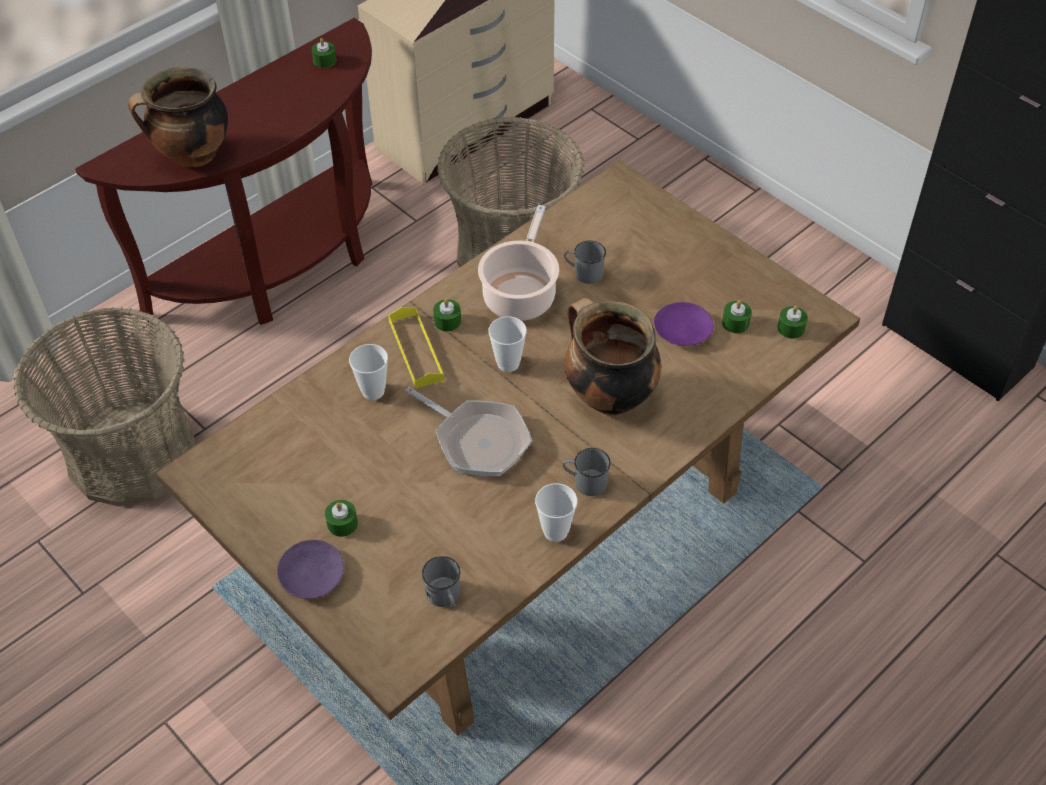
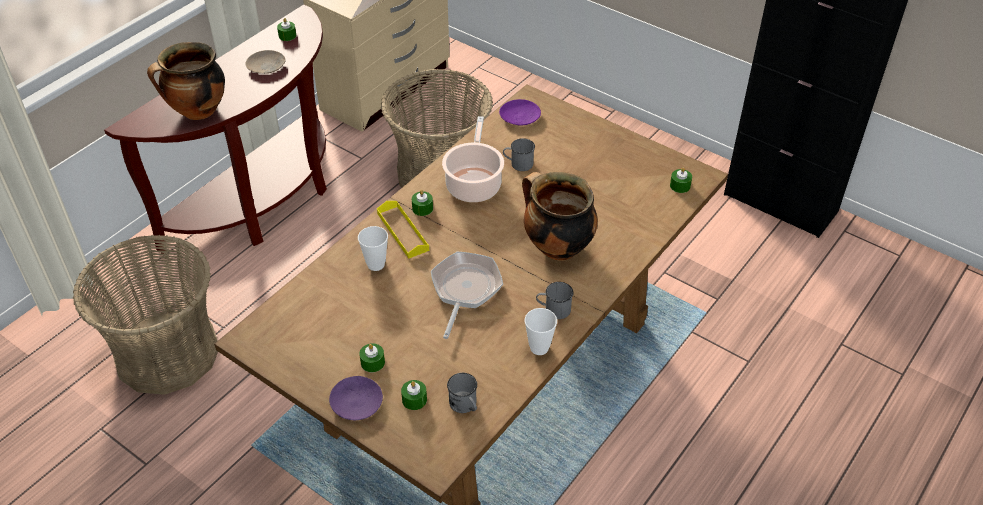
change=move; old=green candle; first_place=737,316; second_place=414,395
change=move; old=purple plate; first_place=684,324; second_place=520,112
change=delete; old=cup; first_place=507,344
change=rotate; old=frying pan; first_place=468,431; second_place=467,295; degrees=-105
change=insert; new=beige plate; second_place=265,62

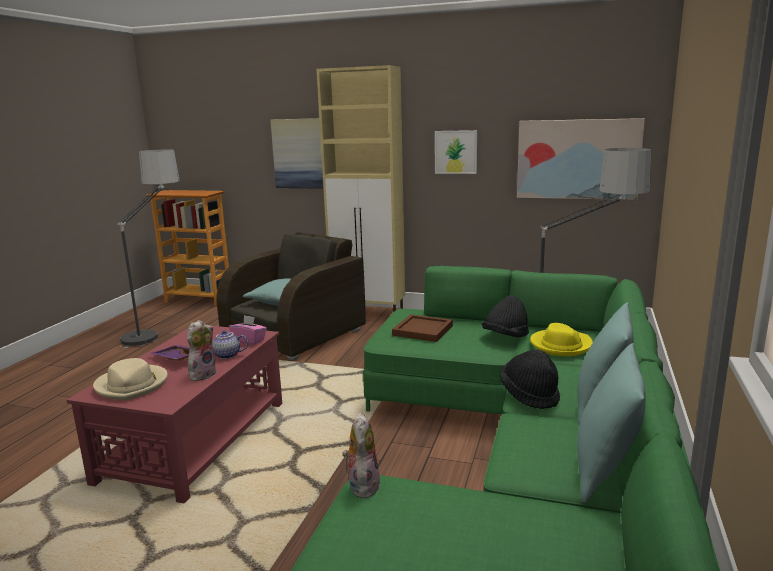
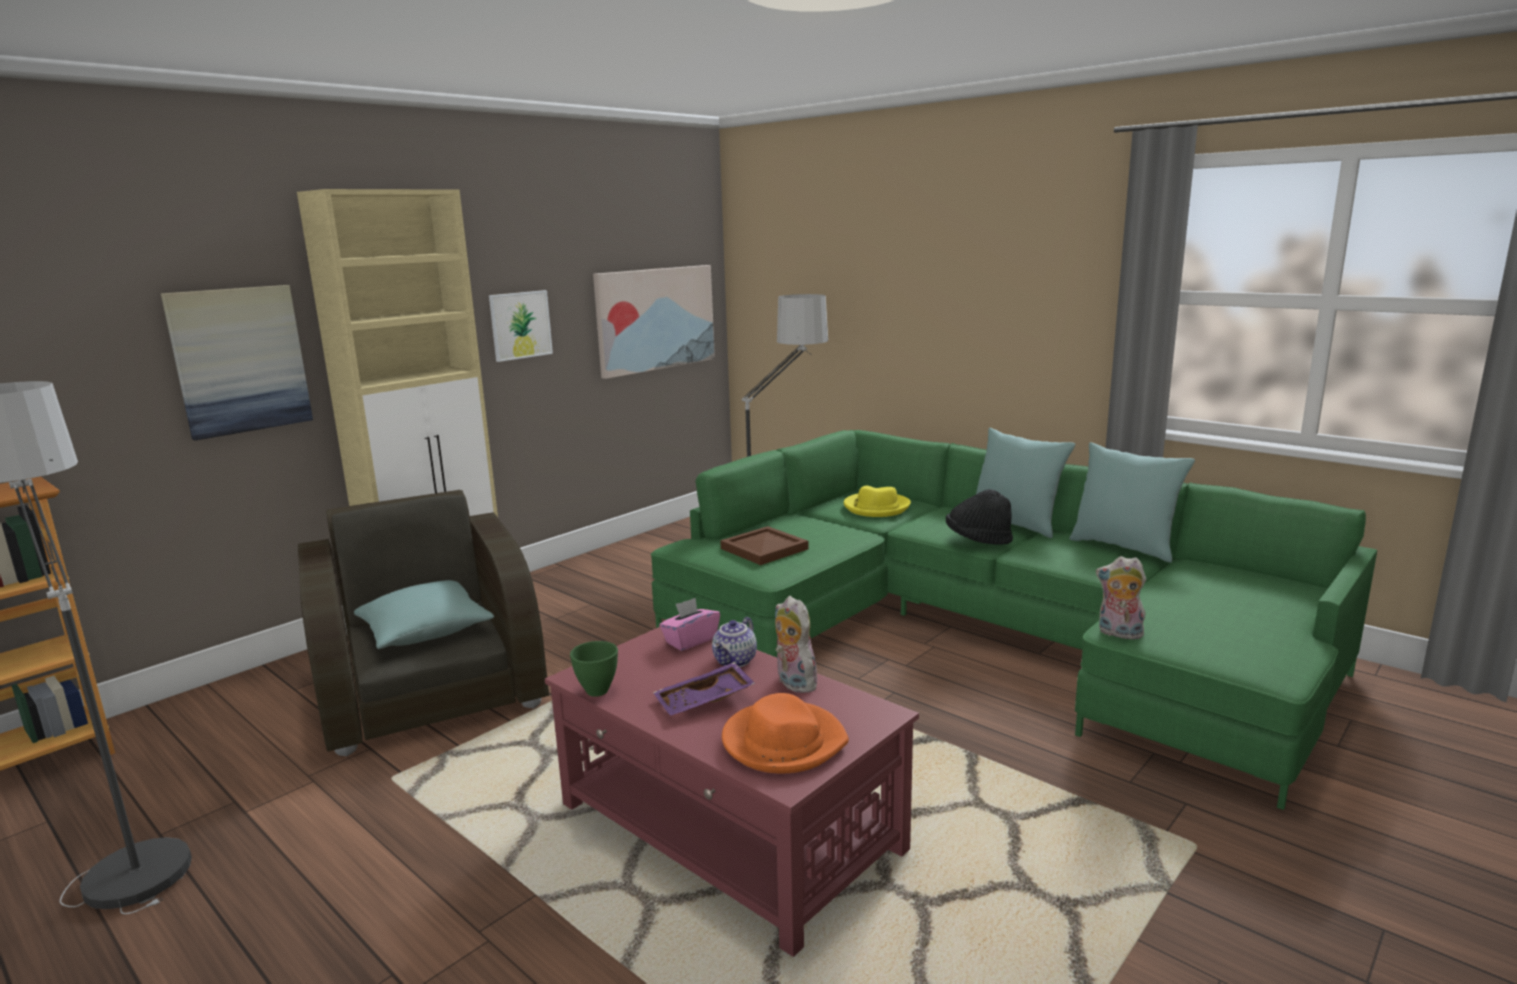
change=delete; old=black hat; first_place=505,316
change=recolor; old=beige hat; new=orange hat; first_place=130,379; second_place=785,733
change=insert; new=green bowl; second_place=594,669

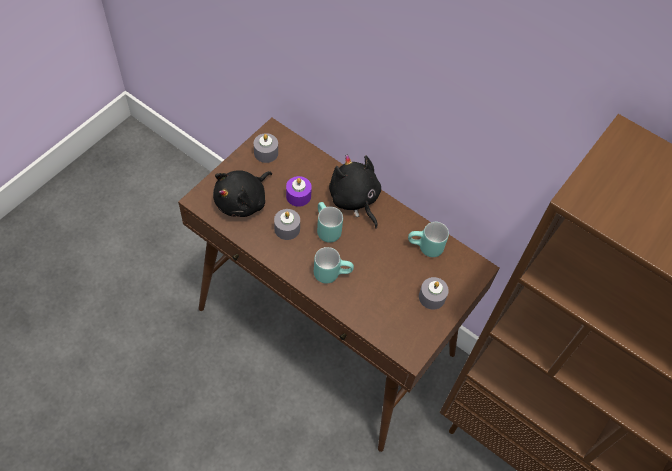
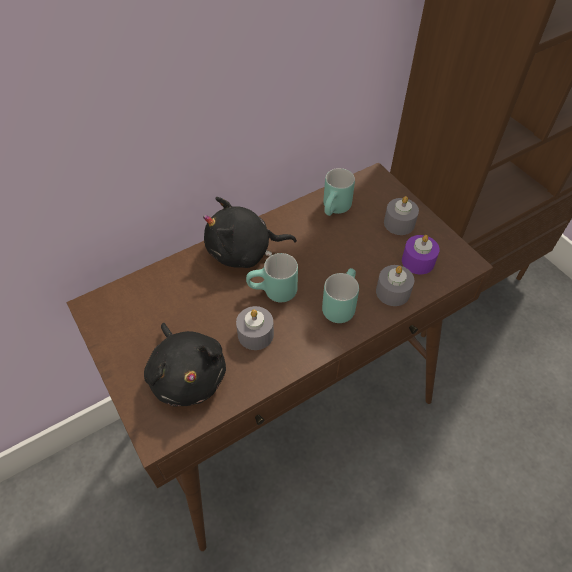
change=move; old=grey candle; first_place=266,148; second_place=395,285
change=move; old=purple candle; first_place=299,191; second_place=421,254

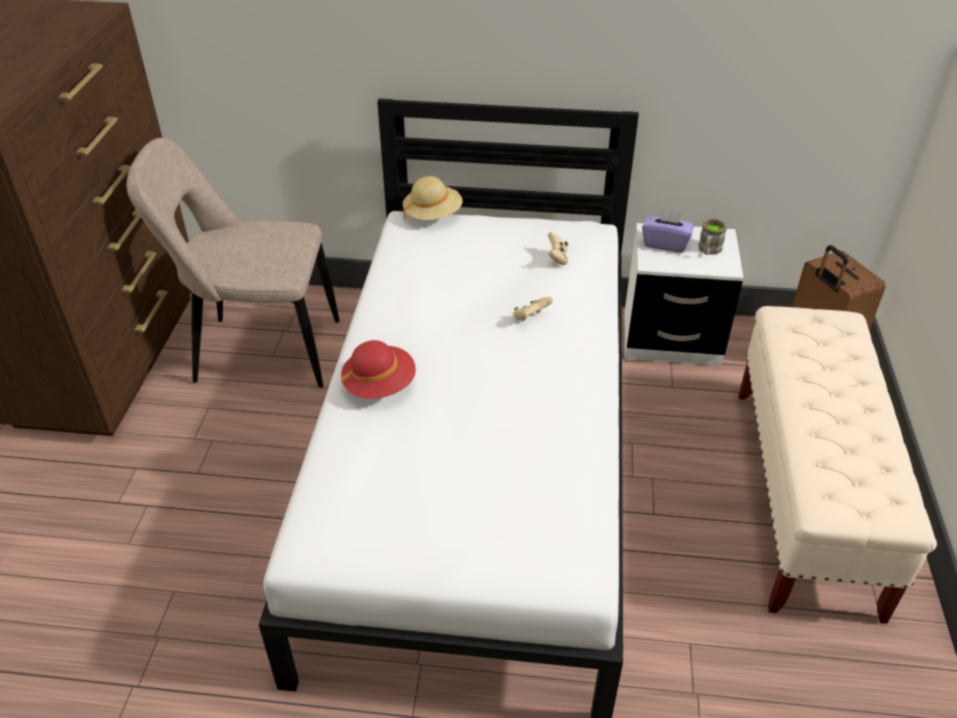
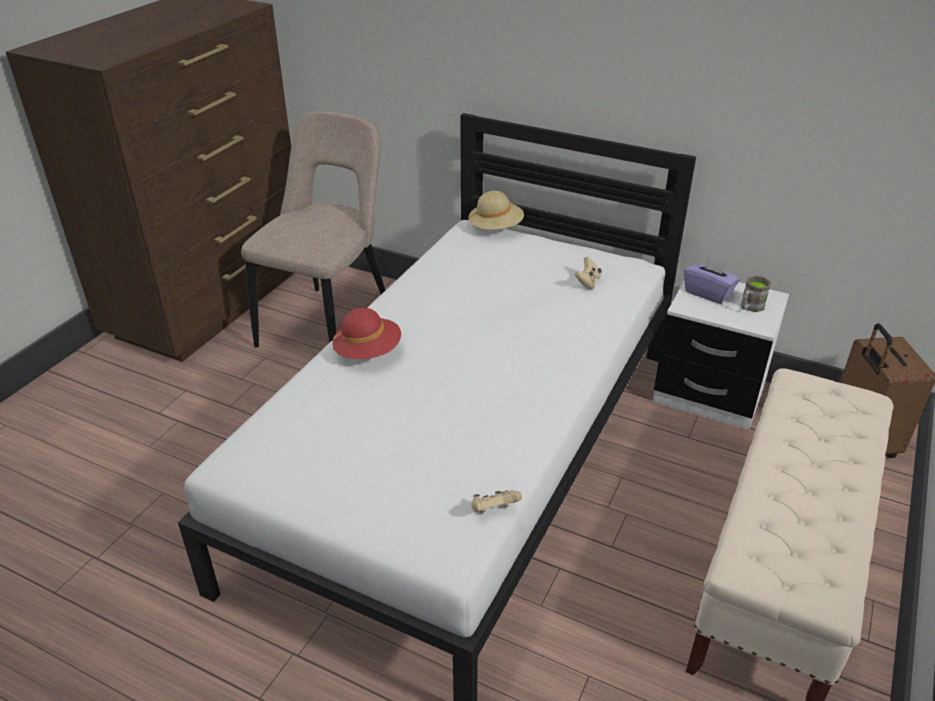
change=rotate; old=beige chair; first_place=233,263; second_place=313,229; degrees=90
change=move; old=beige game controller; first_place=533,309; second_place=496,501

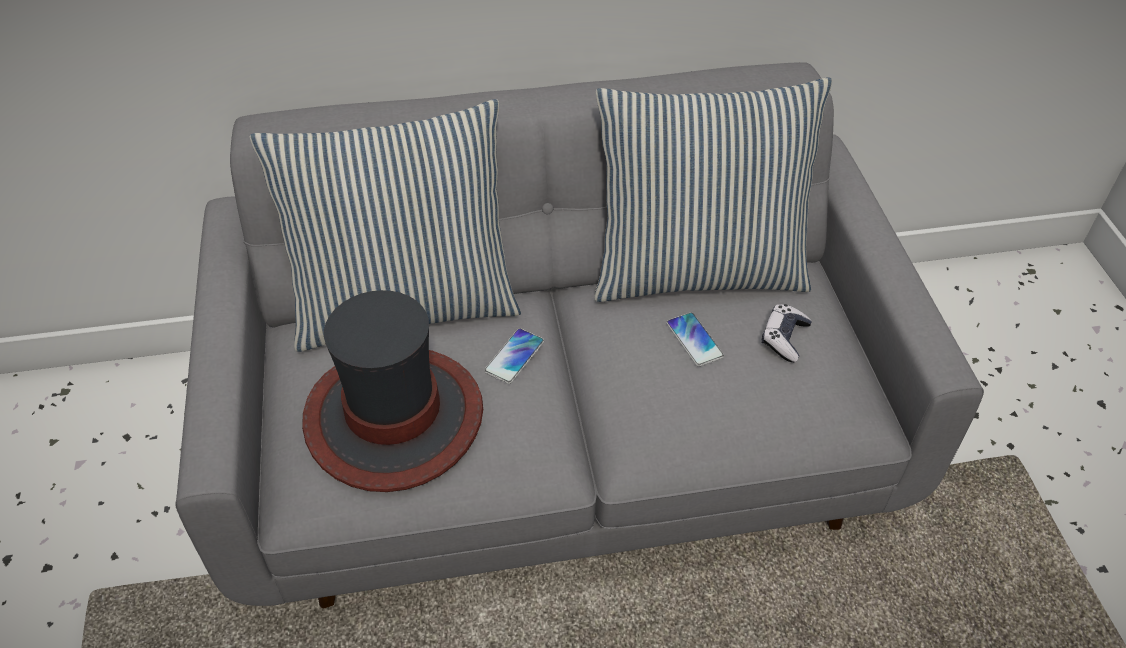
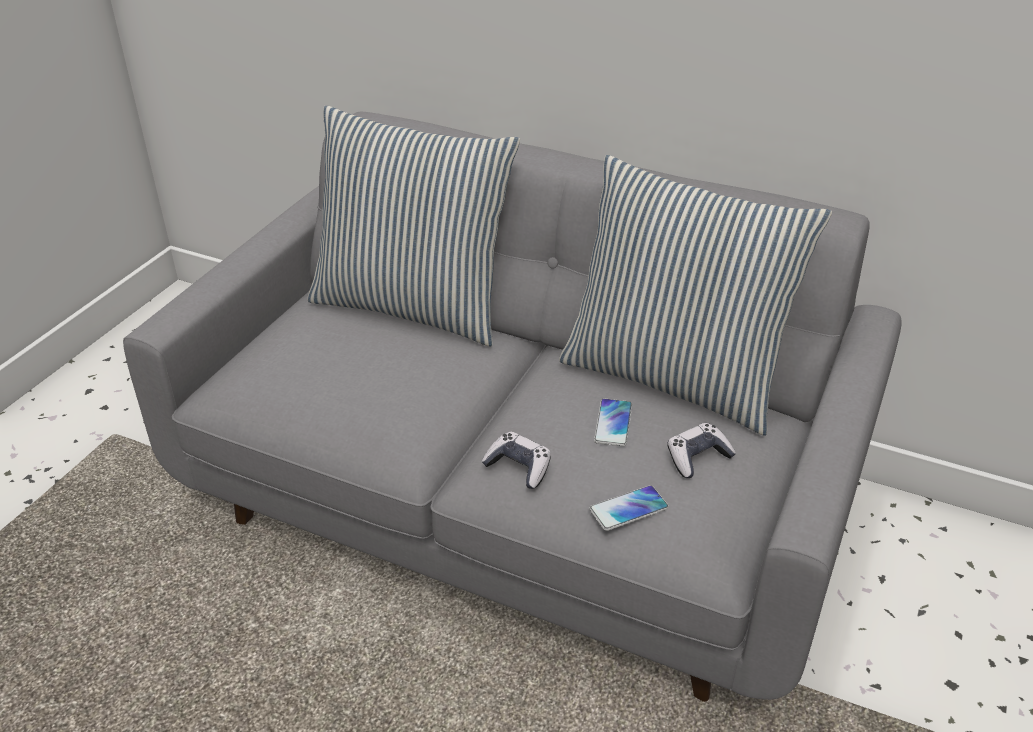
change=delete; old=hat; first_place=392,391
change=move; old=phone; first_place=514,356; second_place=629,508
change=insert; new=game controller; second_place=516,460

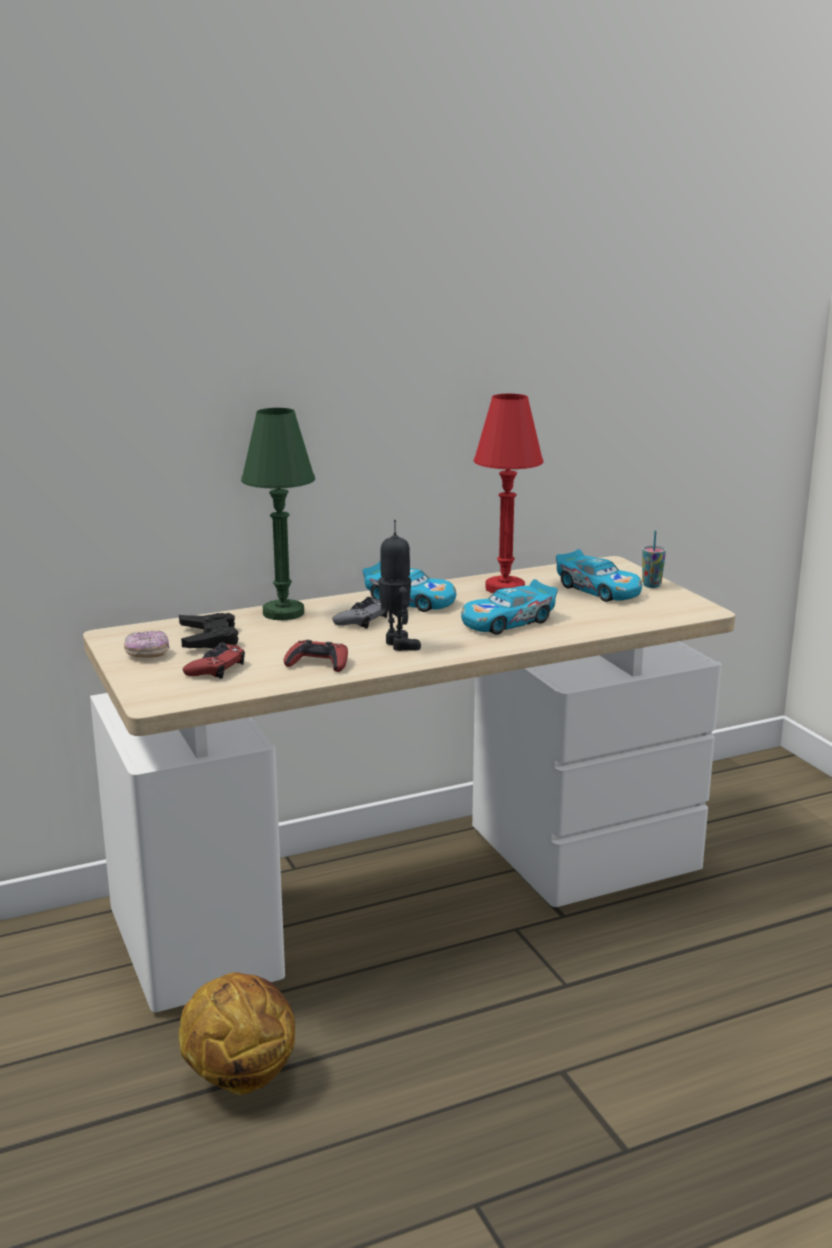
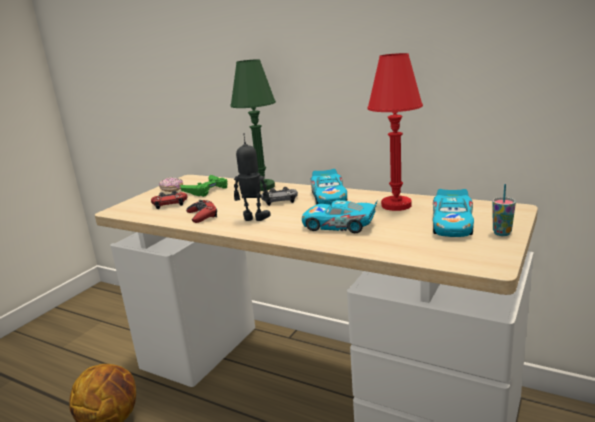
change=rotate; old=toy robot; first_place=399,585; second_place=252,177; degrees=-105
change=recolor; old=black game controller; new=green game controller; first_place=209,631; second_place=204,186

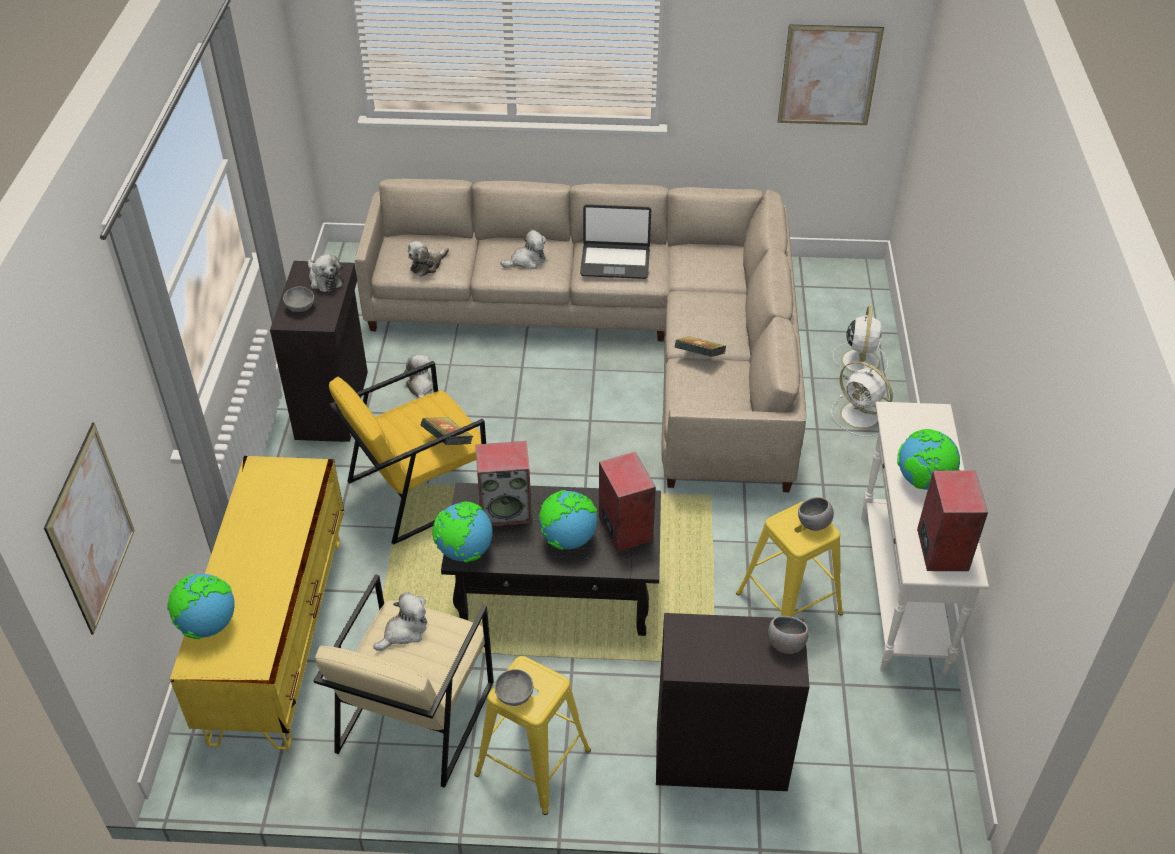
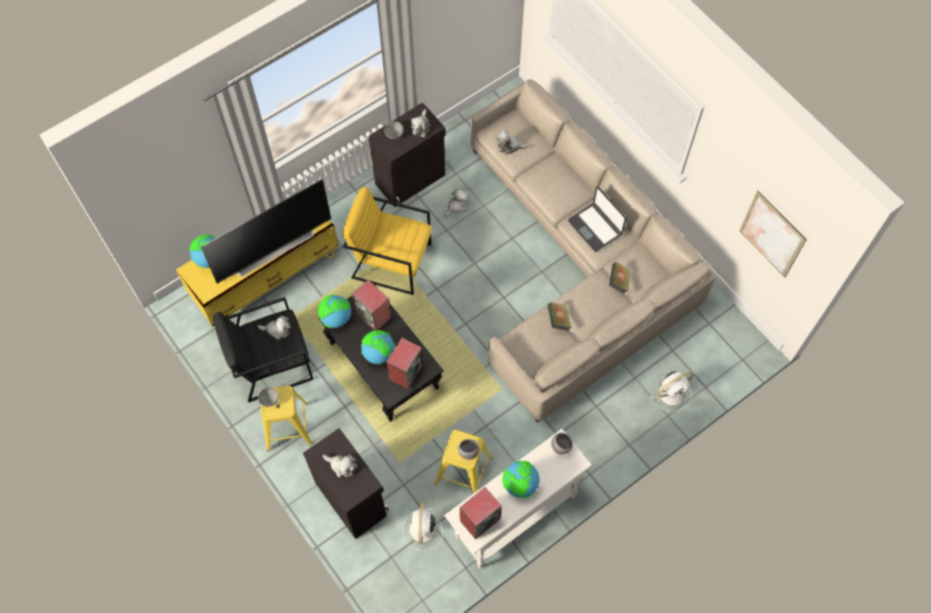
change=move; old=plush toy; first_place=524,249; second_place=340,465
change=move; old=white fan; first_place=862,398; second_place=423,526
change=move; old=book; first_place=446,431; second_place=620,278
change=delete; old=picture; first_place=89,528
change=recolor; old=beige armchair; new=black armchair; first_place=404,681; second_place=263,350
change=move; old=grey bowl; first_place=788,635; second_place=562,444
change=insert; new=television; second_place=266,231

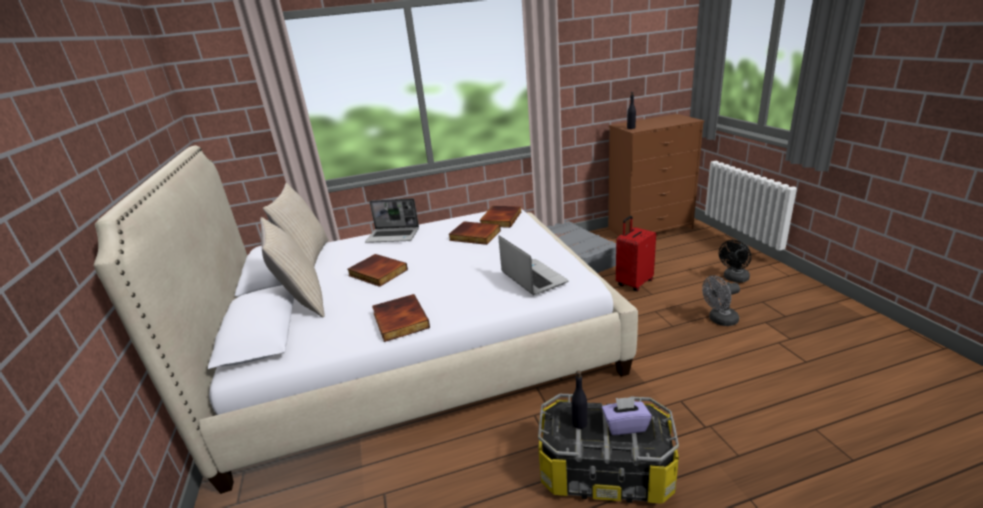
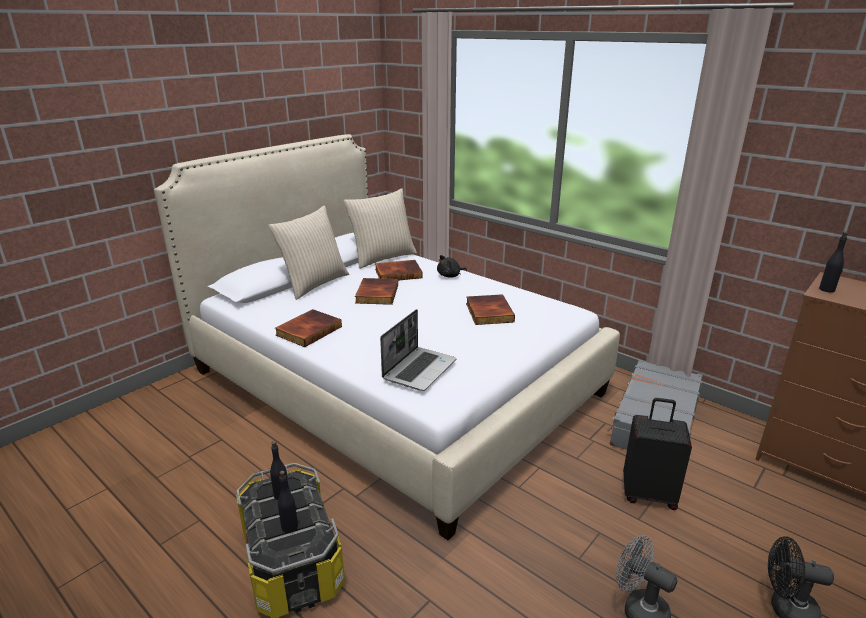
change=replace; old=laptop; new=black plush toy; first_place=392,220; second_place=452,266
change=move; old=book; first_place=500,217; second_place=398,270
change=recolor; old=red suitcase; new=black suitcase; first_place=636,253; second_place=657,454
change=replace; old=purple tissue box; new=black bottle; first_place=627,416; second_place=288,502

